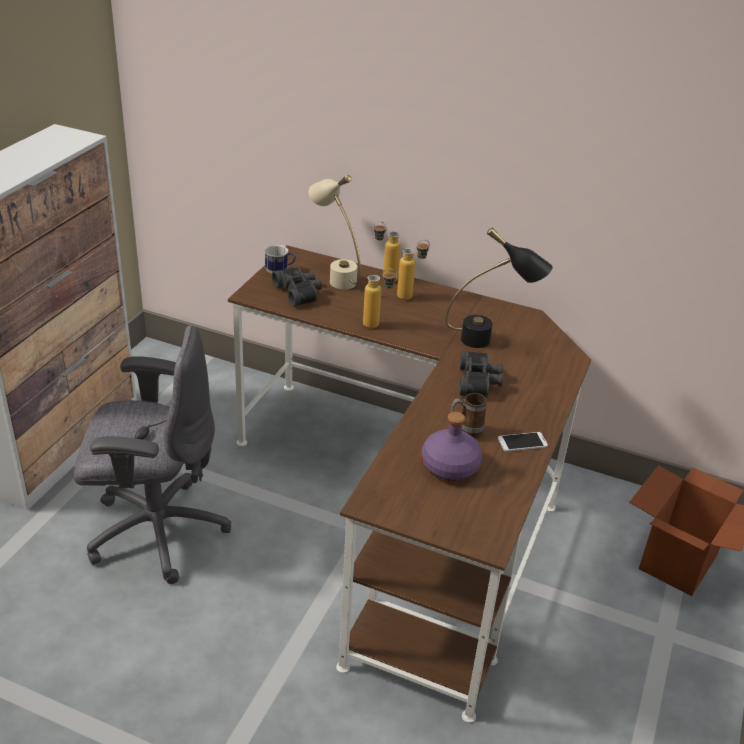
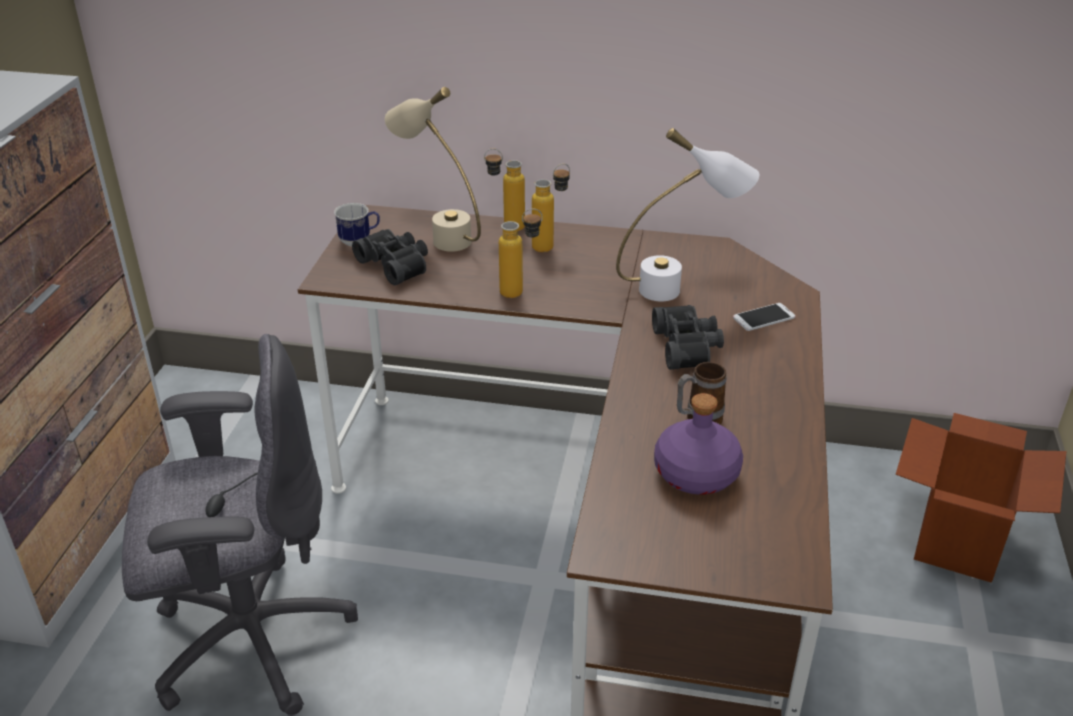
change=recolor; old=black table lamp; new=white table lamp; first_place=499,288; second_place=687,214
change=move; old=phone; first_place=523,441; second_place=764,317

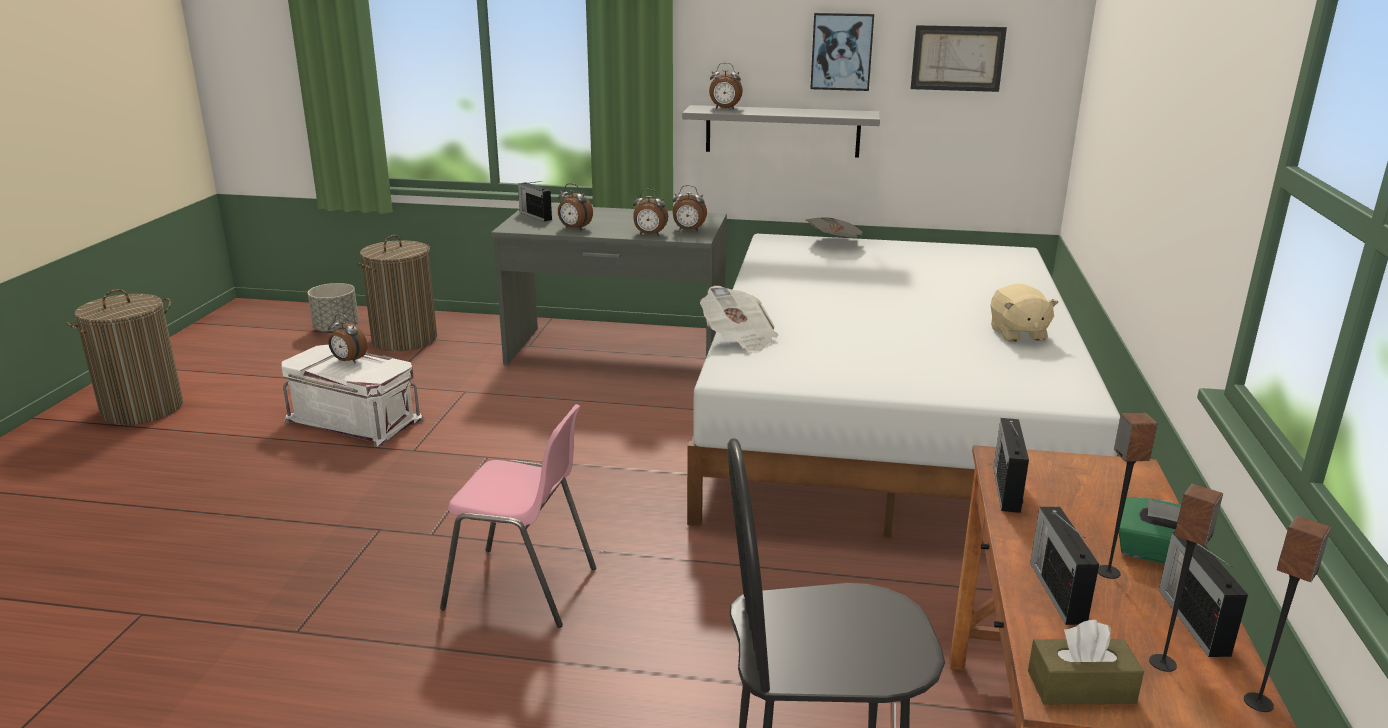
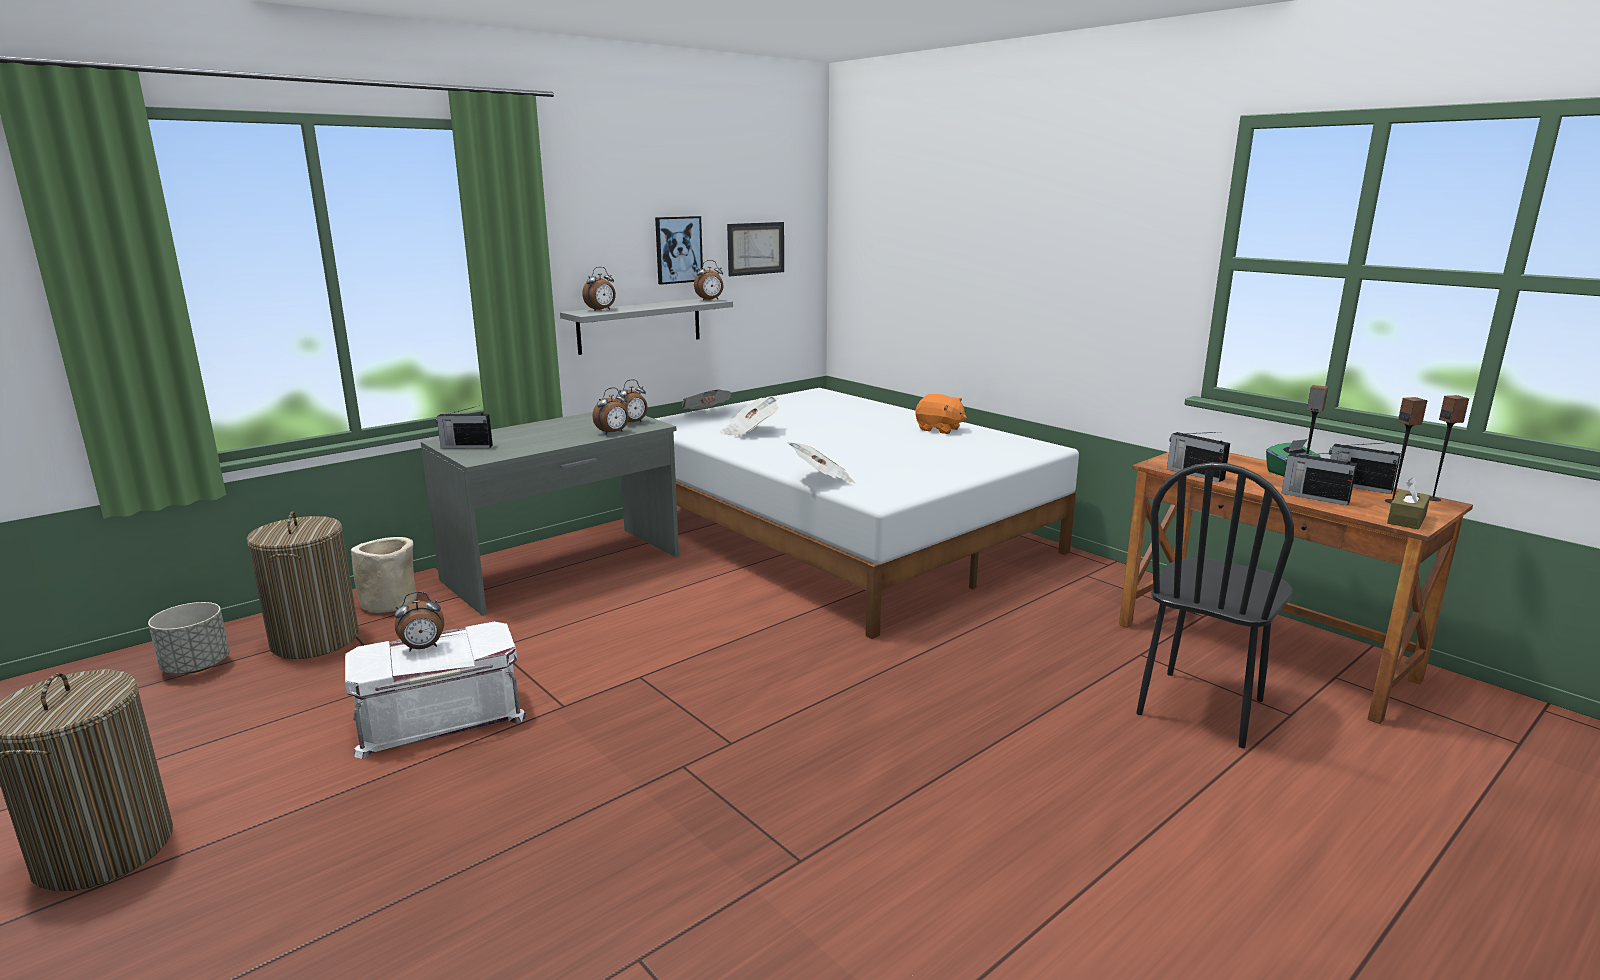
change=move; old=alarm clock; first_place=575,206; second_place=709,280
change=recolor; old=beige plush toy; new=orange plush toy; first_place=1024,312; second_place=941,414
change=delete; old=pink chair; first_place=518,516
change=insert; new=newspaper; second_place=749,416
change=insert; new=beige planter; second_place=384,575

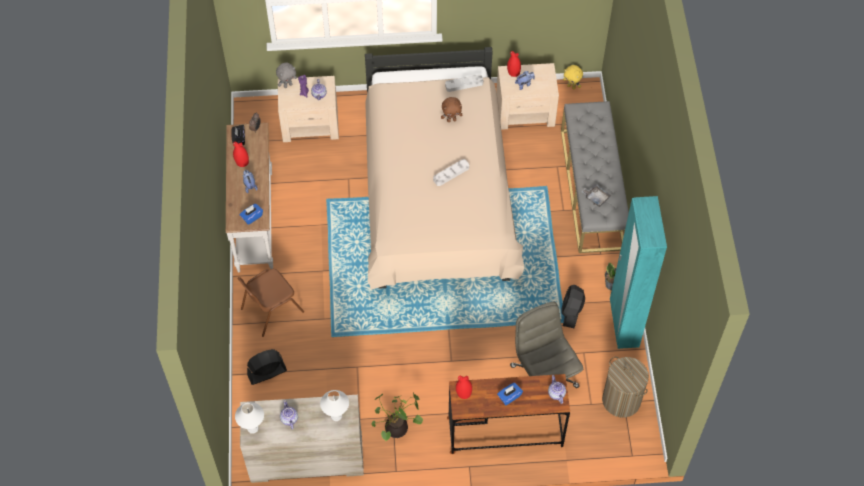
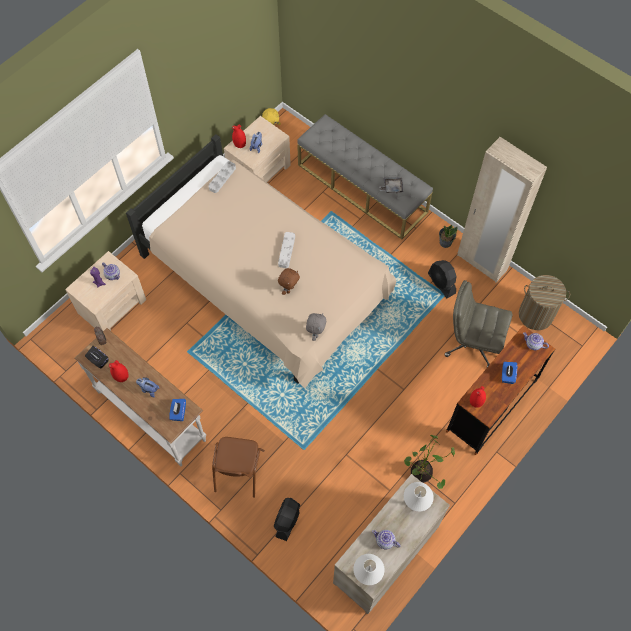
change=move; old=grey plush toy; first_place=286,75; second_place=316,327
change=move; old=brown plush toy; first_place=451,109; second_place=289,281
change=recolor; old=turquoise wardrobe; new=beige wardrobe; first_place=638,272; second_place=502,209

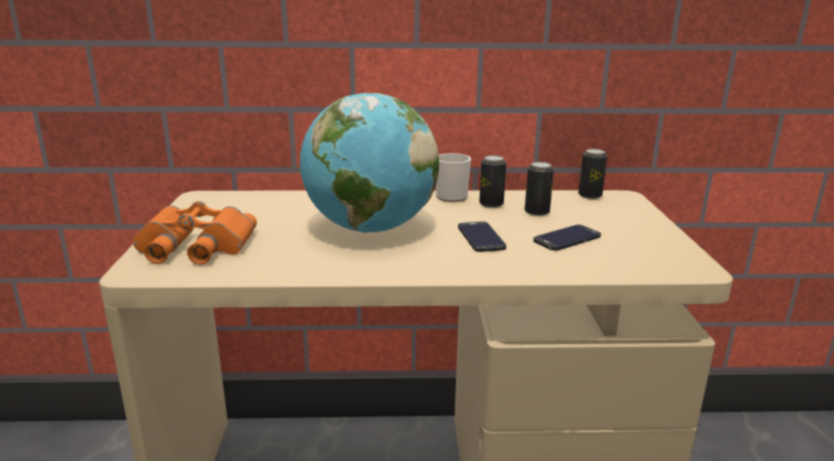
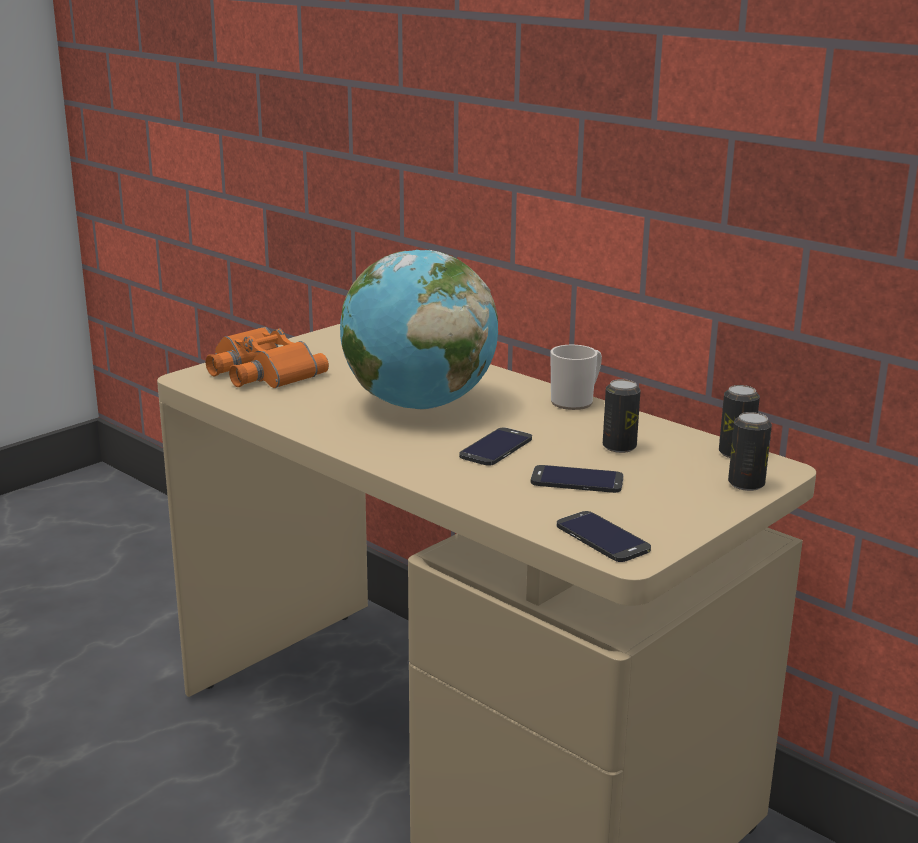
change=move; old=can; first_place=492,181; second_place=750,451
change=insert; new=phone; second_place=604,536

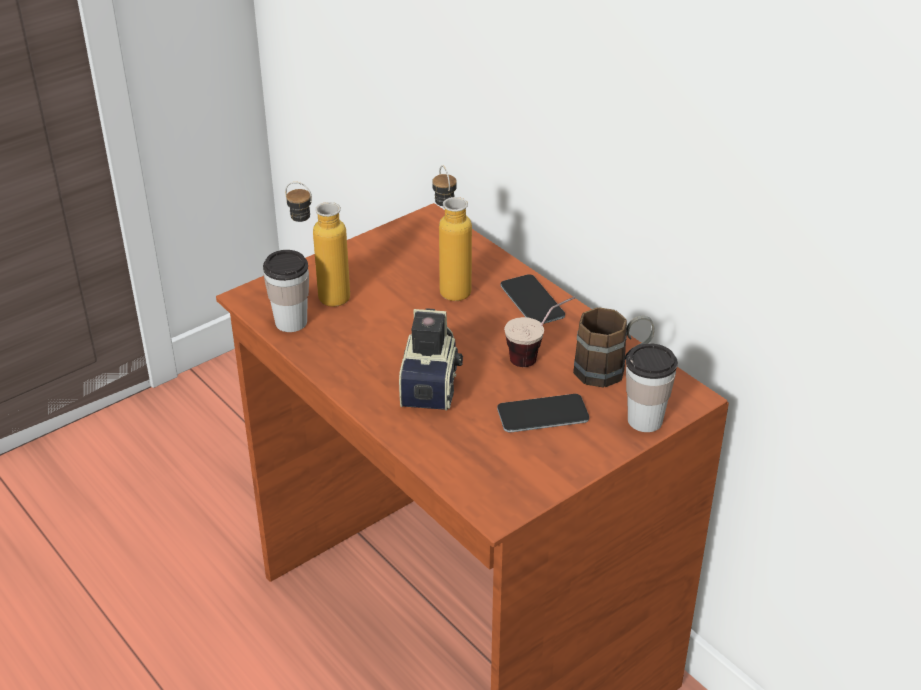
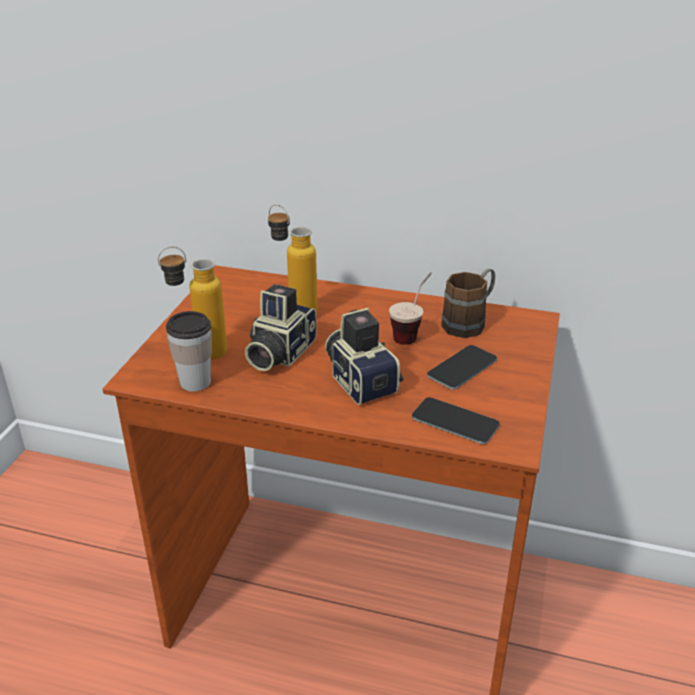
change=move; old=phone; first_place=533,299; second_place=456,420
change=delete; old=cup; first_place=652,387
change=insert; new=photo camera; second_place=281,327

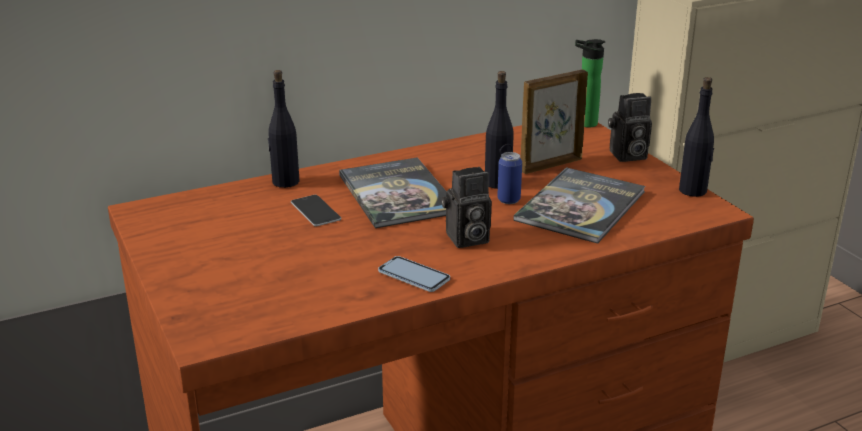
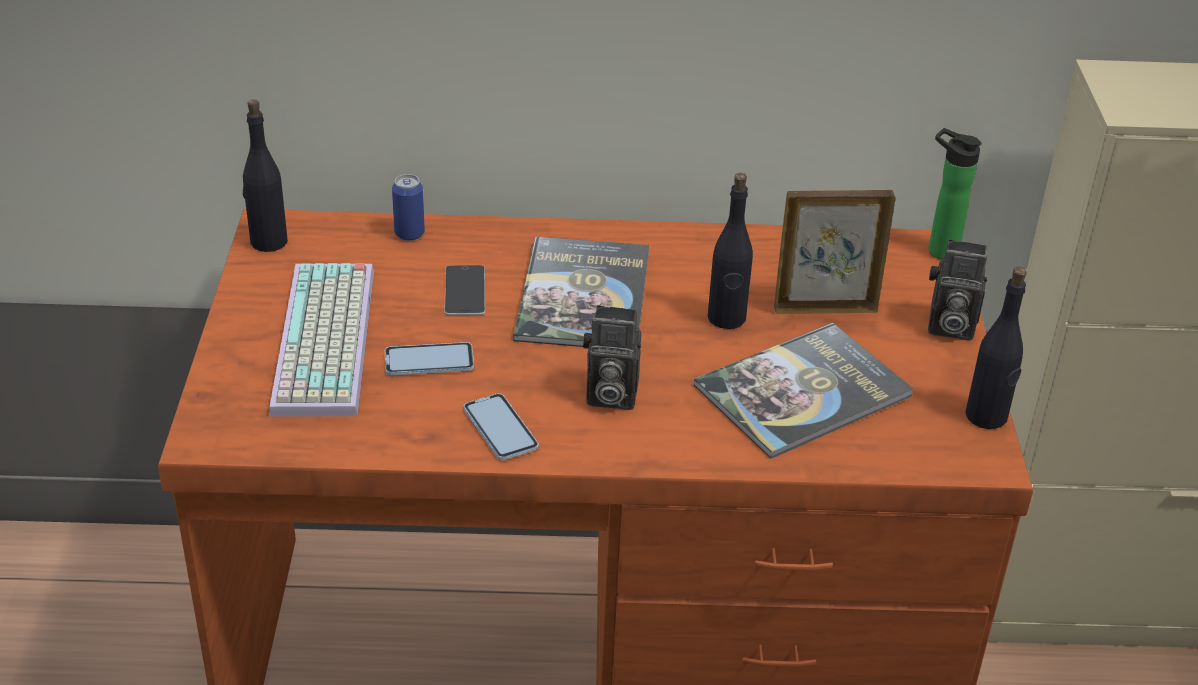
change=move; old=black bottle; first_place=284,129; second_place=265,175
change=move; old=can; first_place=510,178; second_place=408,207
change=insert; new=keyboard; second_place=321,340
change=insert; new=phone; second_place=429,359

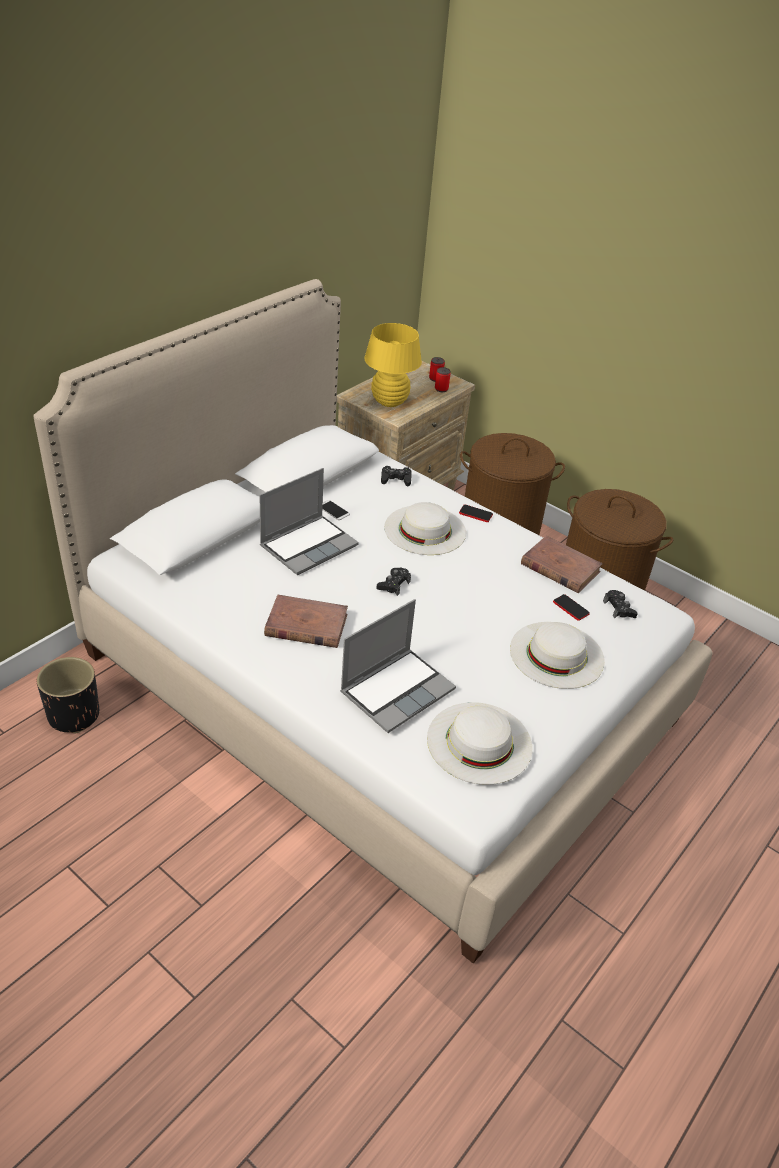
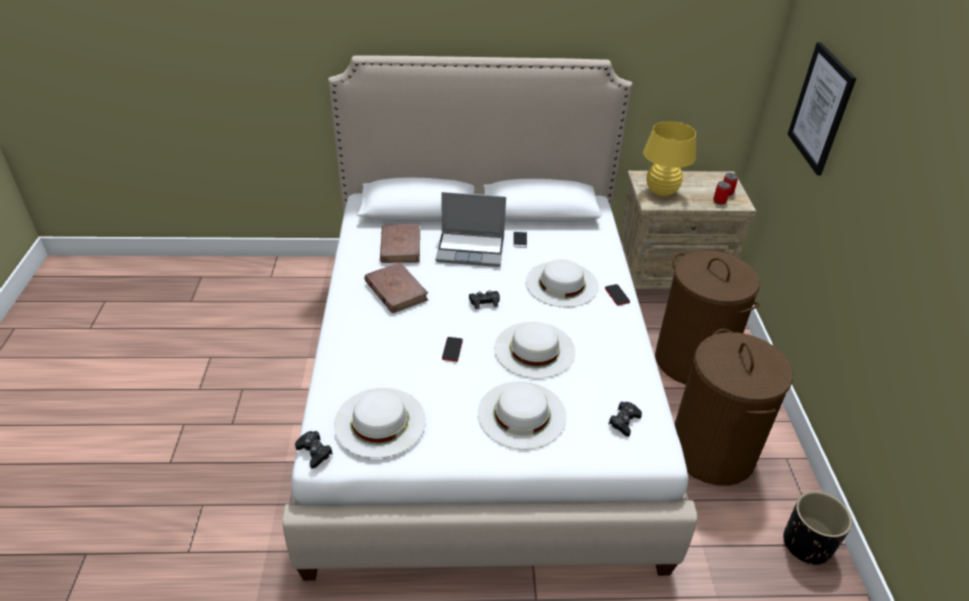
change=move; old=black game controller; first_place=396,476; second_place=314,450
change=move; old=brown book; first_place=562,564; second_place=400,243
change=move; old=phone; first_place=571,607; second_place=452,349
change=delete; old=laptop; first_place=398,666
change=move; old=black planter; first_place=68,695; second_place=817,528
change=insert; new=picture; second_place=822,109
change=insert; new=white hat; second_place=534,350

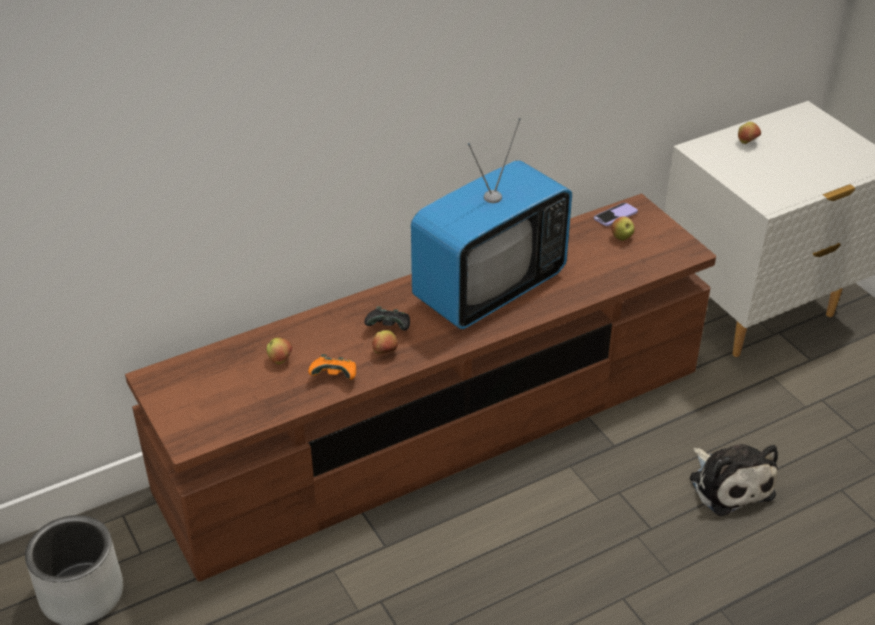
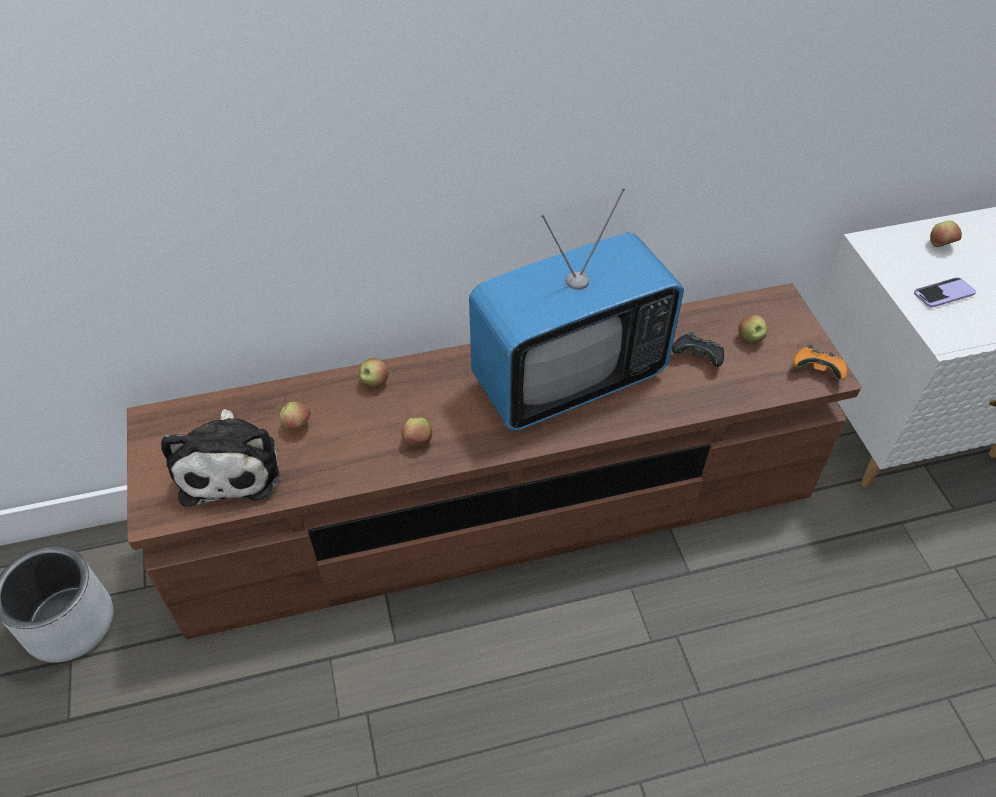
change=move; old=phone; first_place=616,214; second_place=945,292
change=move; old=black game controller; first_place=387,318; second_place=698,349
change=move; old=orange game controller; first_place=332,367; second_place=820,362
change=move; old=plush toy; first_place=734,480; second_place=220,458
change=insert; new=apple; second_place=373,372

